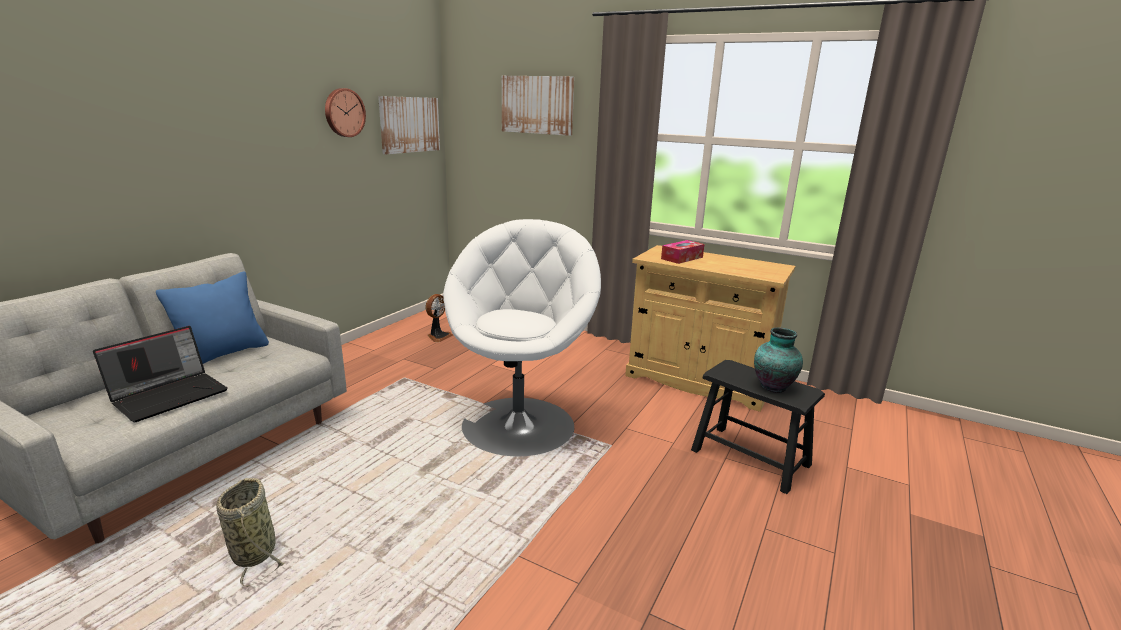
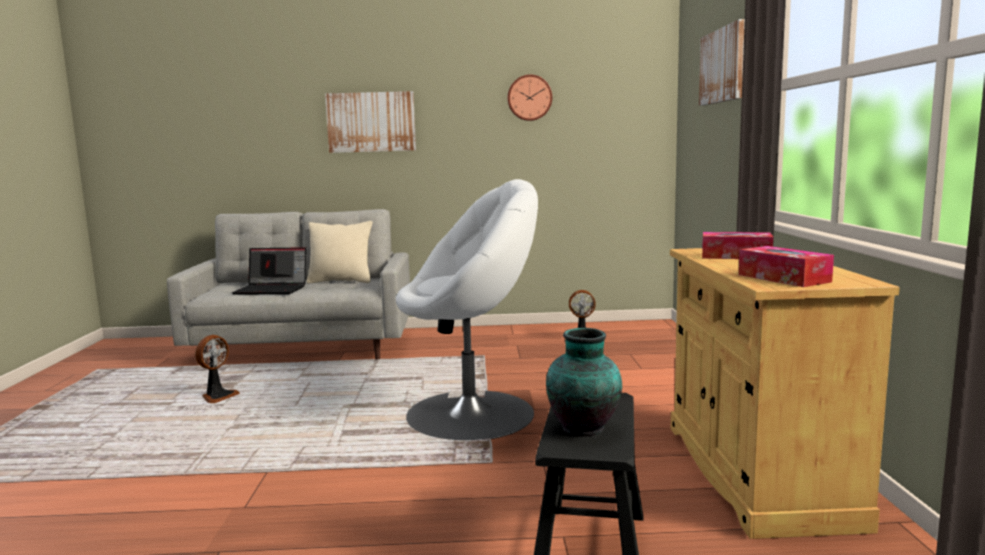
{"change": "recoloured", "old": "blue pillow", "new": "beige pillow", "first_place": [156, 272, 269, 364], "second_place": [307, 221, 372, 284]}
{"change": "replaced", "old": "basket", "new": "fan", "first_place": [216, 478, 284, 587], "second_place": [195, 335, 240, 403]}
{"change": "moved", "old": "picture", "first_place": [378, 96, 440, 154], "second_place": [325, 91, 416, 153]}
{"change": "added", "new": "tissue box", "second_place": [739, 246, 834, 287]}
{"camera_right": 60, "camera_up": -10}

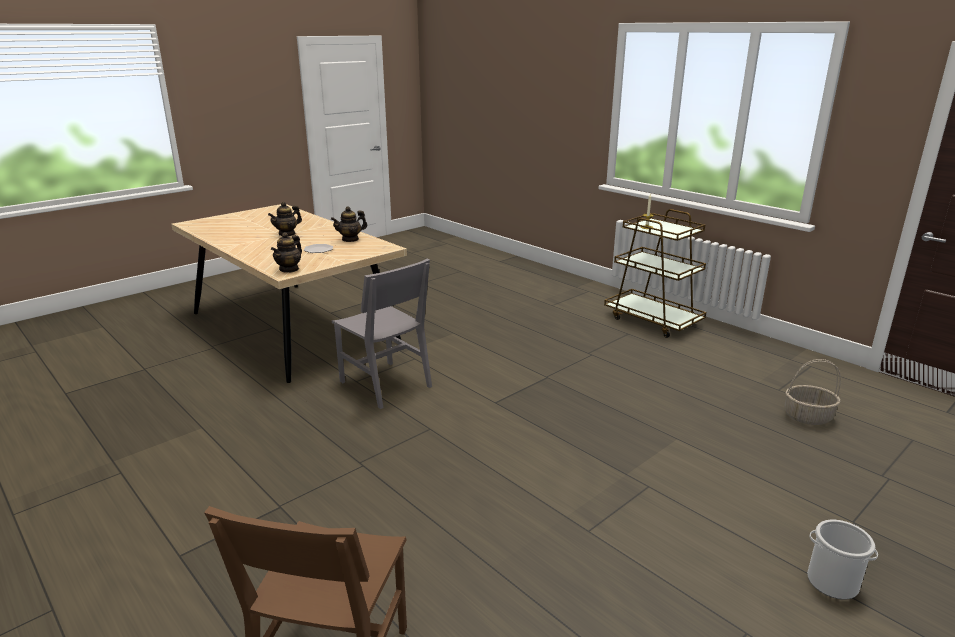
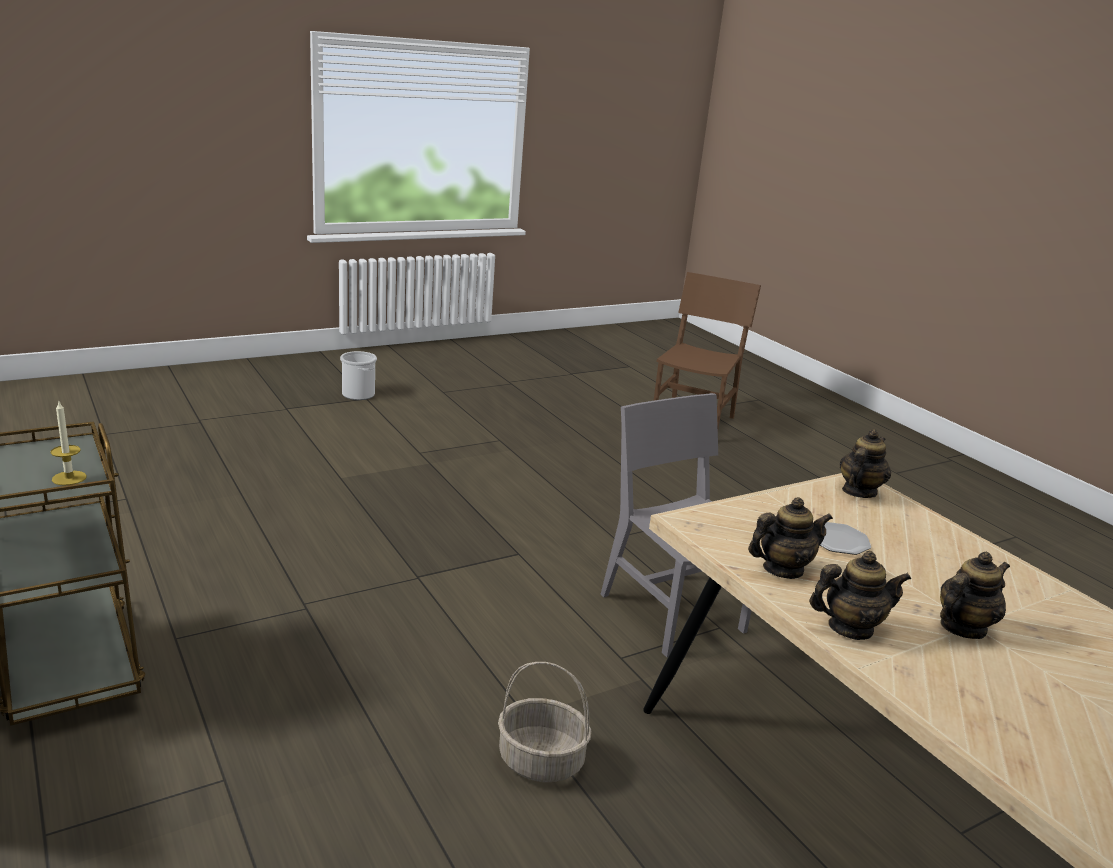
{"change": "moved", "old": "basket", "first_place": [784, 359, 841, 425], "second_place": [498, 662, 592, 782]}
{"change": "added", "new": "teapot", "second_place": [809, 551, 911, 640]}
{"camera_right": -170, "camera_up": 0}

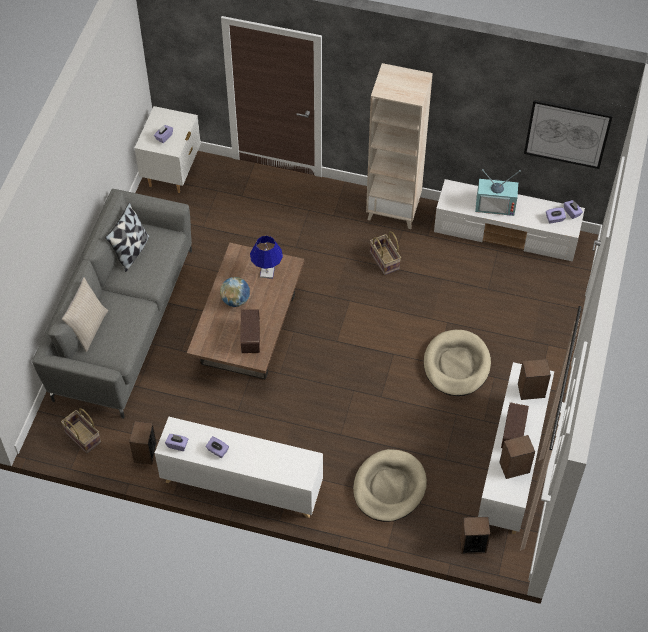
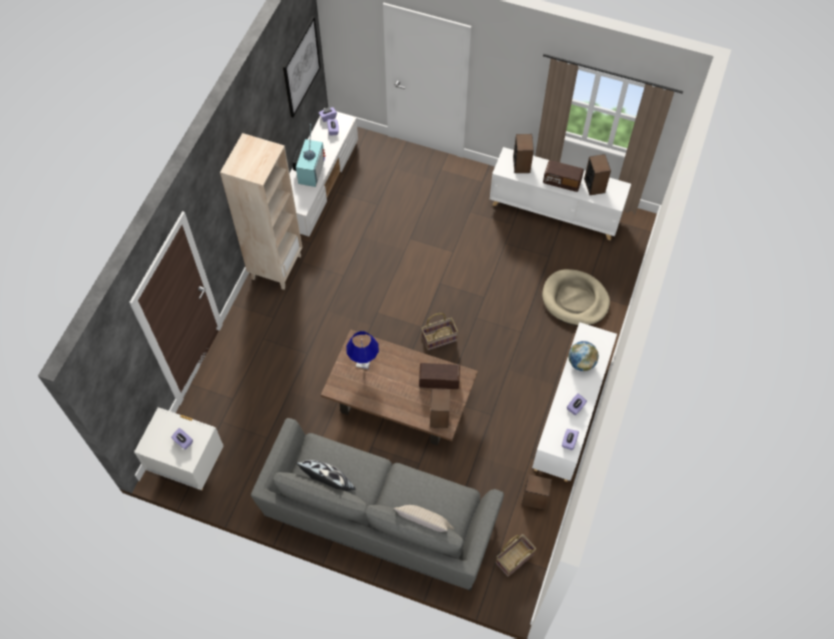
{"change": "moved", "old": "globe", "first_place": [220, 277, 250, 307], "second_place": [568, 341, 599, 371]}
{"change": "moved", "old": "basket", "first_place": [370, 231, 401, 275], "second_place": [421, 313, 458, 350]}
{"change": "removed", "old": "beige dog bed", "first_place": [424, 330, 491, 396]}
{"change": "moved", "old": "speaker", "first_place": [460, 517, 490, 554], "second_place": [430, 389, 450, 428]}
{"camera_right": -85, "camera_up": 5}

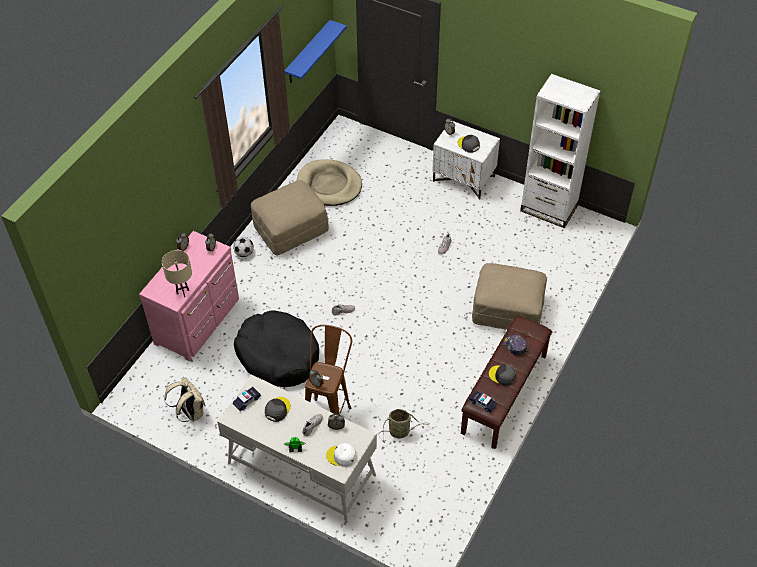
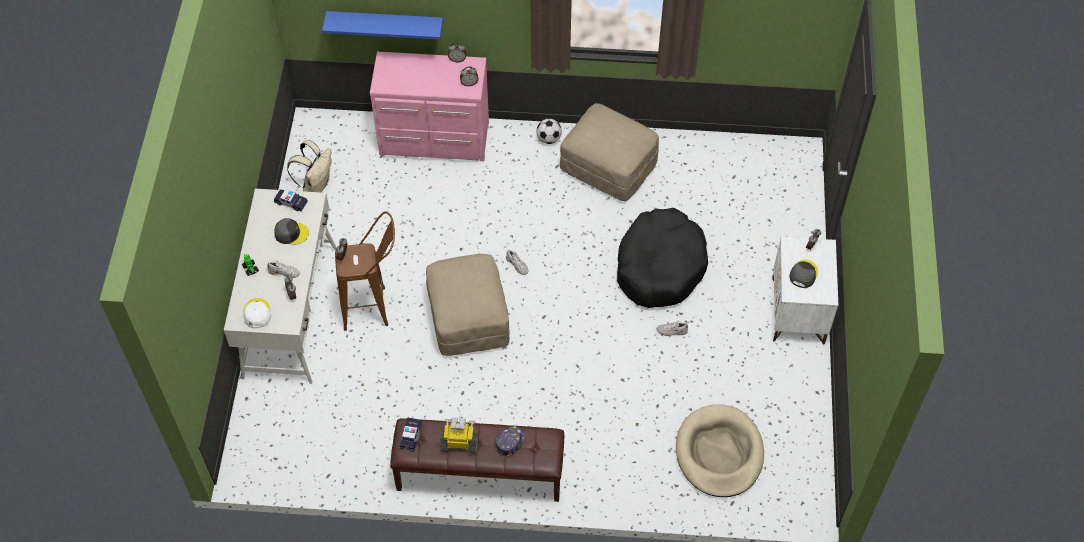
{"change": "removed", "old": "beige table lamp", "first_place": [162, 250, 192, 297]}
{"change": "moved", "old": "black dog bed", "first_place": [234, 311, 319, 387], "second_place": [617, 208, 708, 308]}
{"change": "moved", "old": "blue shelf", "first_place": [284, 20, 347, 83], "second_place": [322, 11, 443, 40]}
{"change": "moved", "old": "beige dog bed", "first_place": [297, 159, 362, 206], "second_place": [676, 404, 764, 497]}
{"change": "removed", "old": "basket", "first_place": [379, 409, 429, 443]}
{"change": "moved", "old": "beige ottoman", "first_place": [472, 263, 547, 330], "second_place": [426, 254, 509, 356]}
{"change": "replaced", "old": "grey cap", "new": "toy robot", "first_place": [489, 364, 516, 386], "second_place": [440, 417, 478, 454]}
{"change": "removed", "old": "white bookcase", "first_place": [520, 74, 600, 228]}
{"camera_right": 65, "camera_up": 5}

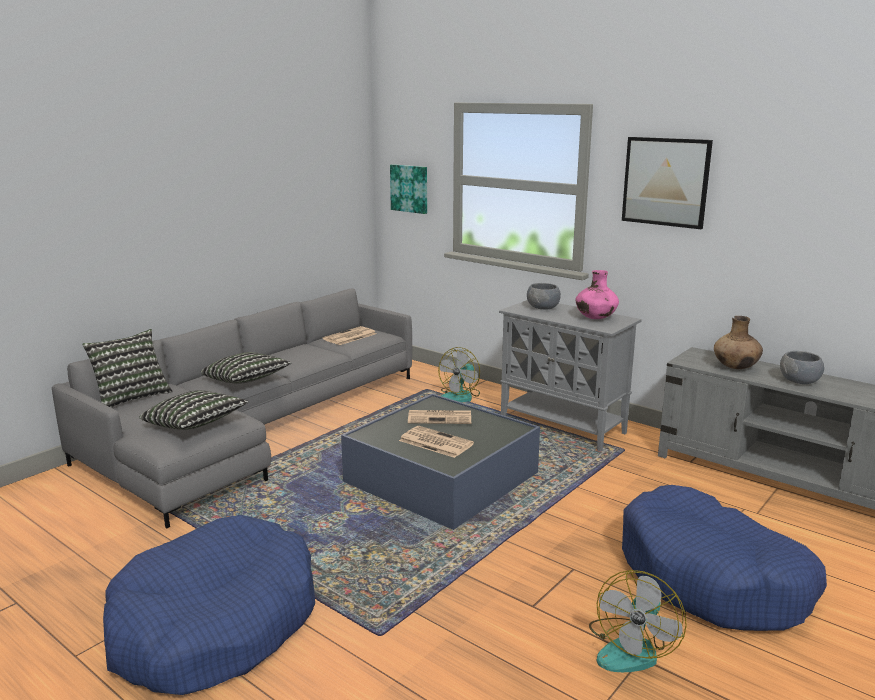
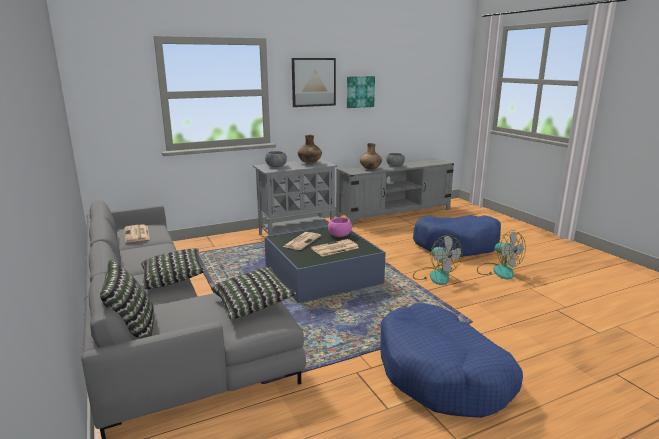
{"change": "moved", "old": "picture", "first_place": [390, 164, 427, 214], "second_place": [347, 76, 375, 108]}
{"change": "moved", "old": "fan", "first_place": [438, 347, 480, 402], "second_place": [413, 235, 462, 285]}
{"change": "recoloured", "old": "pink vase", "new": "brown vase", "first_place": [576, 270, 619, 319], "second_place": [298, 135, 322, 164]}
{"change": "added", "new": "pink bowl", "second_place": [328, 217, 352, 237]}
{"camera_right": -65, "camera_up": 0}

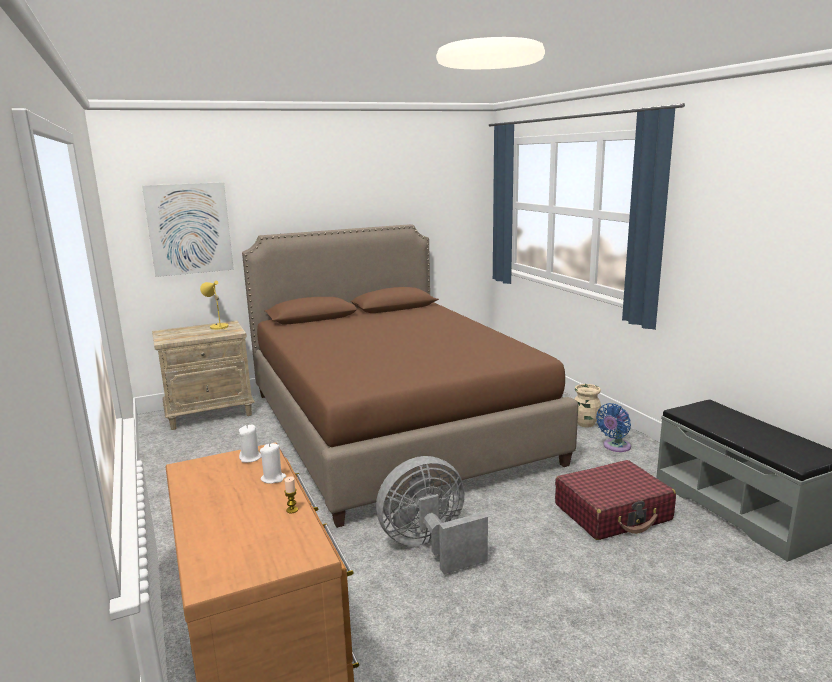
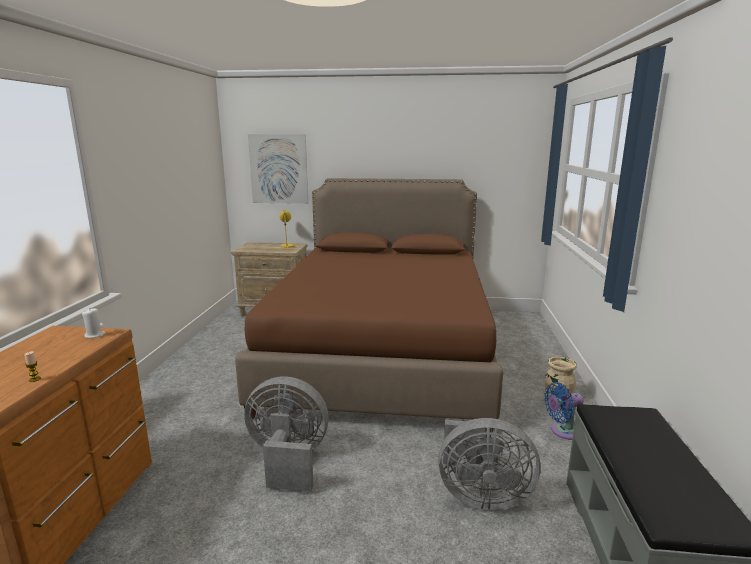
{"change": "removed", "old": "white candle", "first_place": [260, 443, 286, 484]}
{"change": "replaced", "old": "red suitcase", "new": "grey fan", "first_place": [555, 460, 676, 540], "second_place": [438, 418, 541, 511]}
{"camera_right": 30, "camera_up": 0}

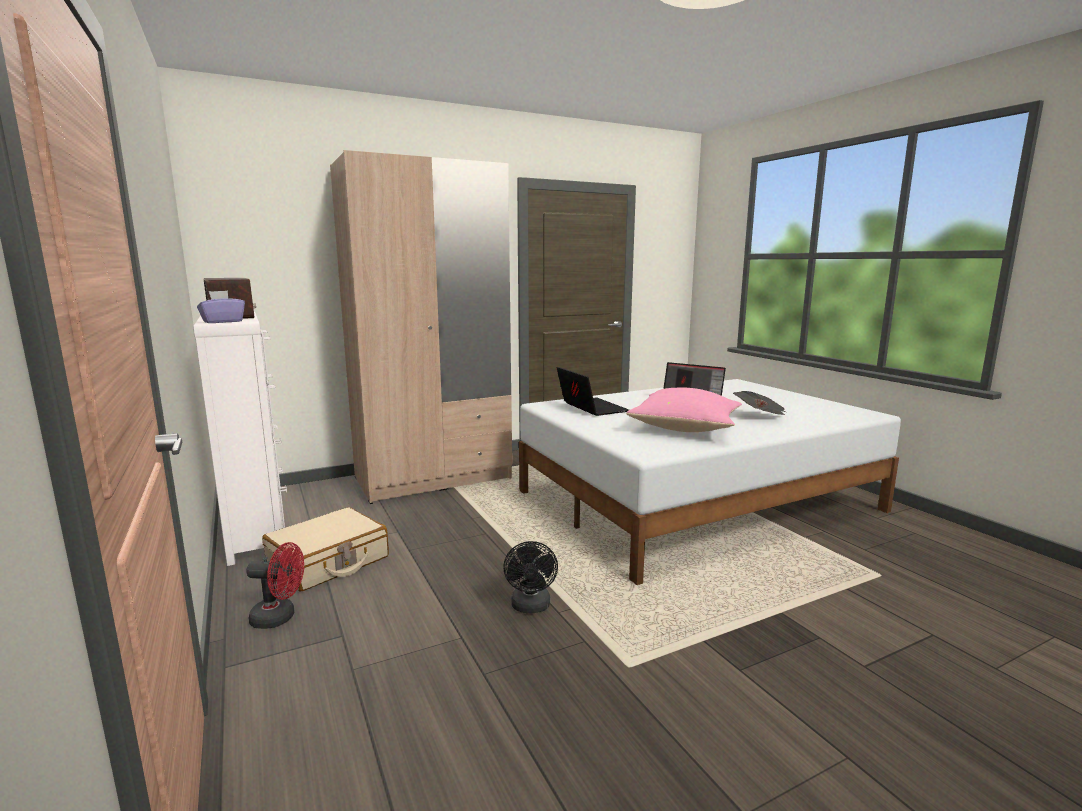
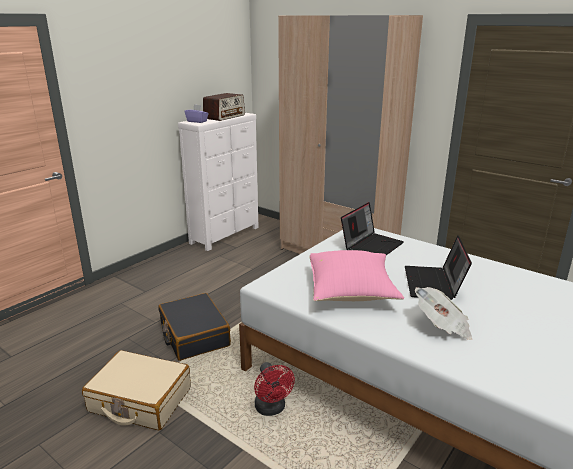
{"change": "moved", "old": "red fan", "first_place": [246, 542, 304, 629], "second_place": [254, 362, 295, 416]}
{"change": "moved", "old": "beige suitcase", "first_place": [262, 507, 389, 591], "second_place": [82, 350, 191, 430]}
{"change": "replaced", "old": "black fan", "new": "black suitcase", "first_place": [503, 541, 558, 613], "second_place": [159, 293, 231, 361]}
{"camera_right": 65, "camera_up": 10}

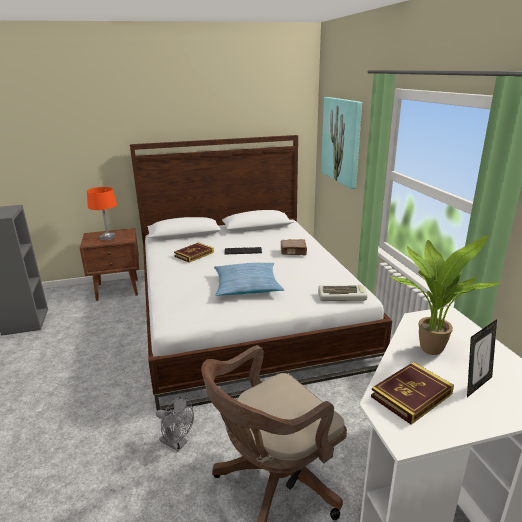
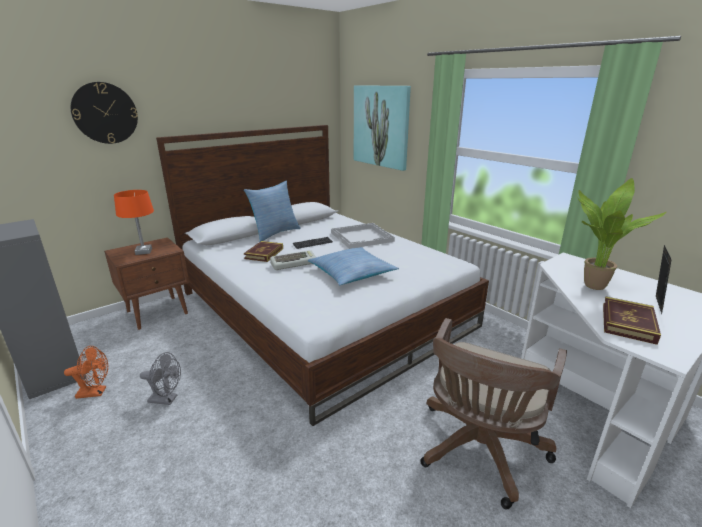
{"change": "moved", "old": "grey fan", "first_place": [156, 397, 194, 451], "second_place": [140, 352, 181, 405]}
{"change": "replaced", "old": "brown book", "new": "white tray", "first_place": [281, 239, 307, 255], "second_place": [331, 223, 395, 249]}
{"change": "moved", "old": "keyboard", "first_place": [318, 285, 367, 301], "second_place": [270, 250, 316, 270]}
{"change": "added", "new": "orange fan", "second_place": [64, 346, 108, 399]}
{"change": "added", "new": "wall clock", "second_place": [71, 82, 138, 144]}
{"change": "added", "new": "pillow", "second_place": [244, 180, 301, 242]}
{"camera_right": -25, "camera_up": 0}

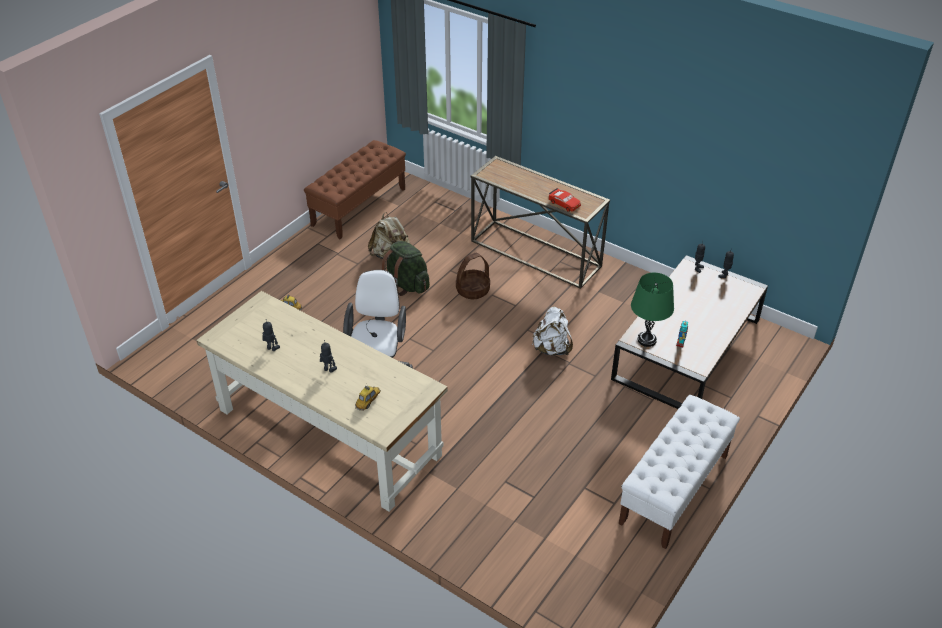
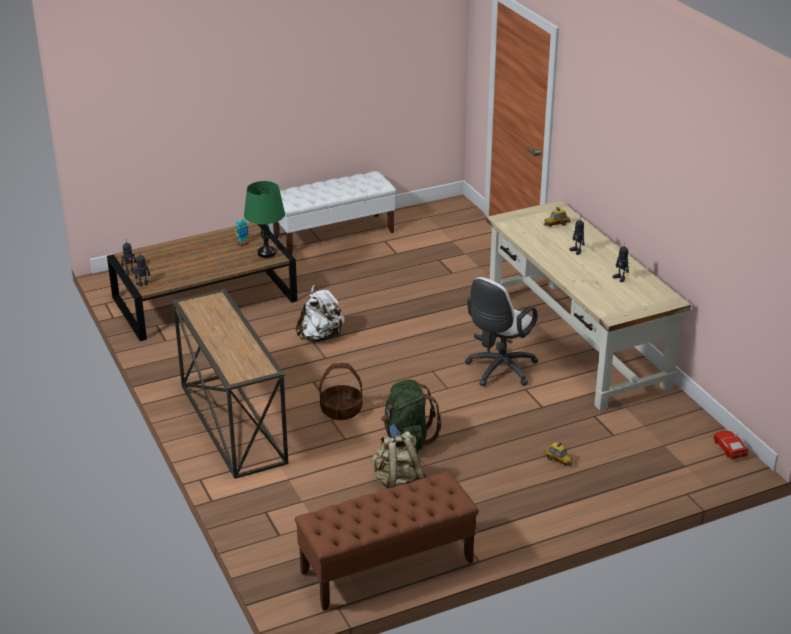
{"change": "moved", "old": "red toy car", "first_place": [549, 188, 581, 212], "second_place": [713, 431, 749, 459]}
{"camera_right": -150, "camera_up": -10}

